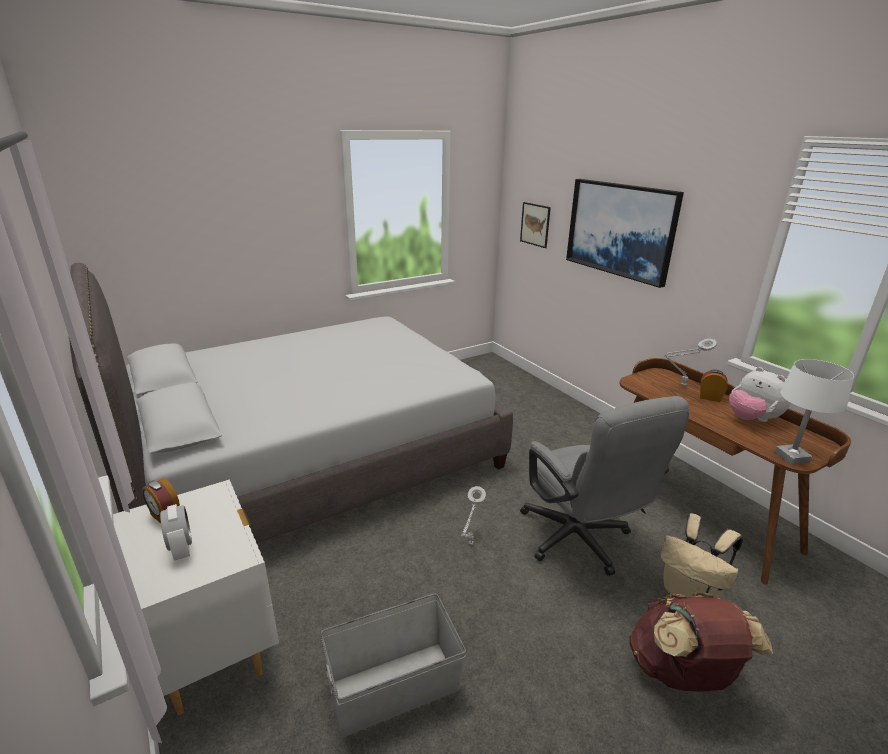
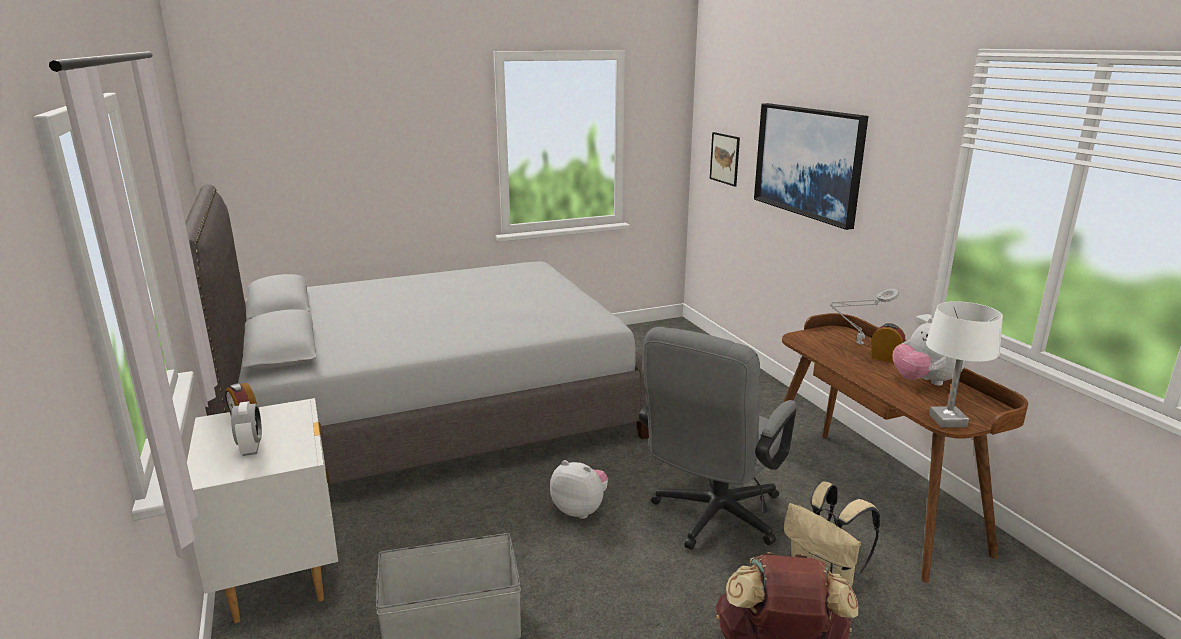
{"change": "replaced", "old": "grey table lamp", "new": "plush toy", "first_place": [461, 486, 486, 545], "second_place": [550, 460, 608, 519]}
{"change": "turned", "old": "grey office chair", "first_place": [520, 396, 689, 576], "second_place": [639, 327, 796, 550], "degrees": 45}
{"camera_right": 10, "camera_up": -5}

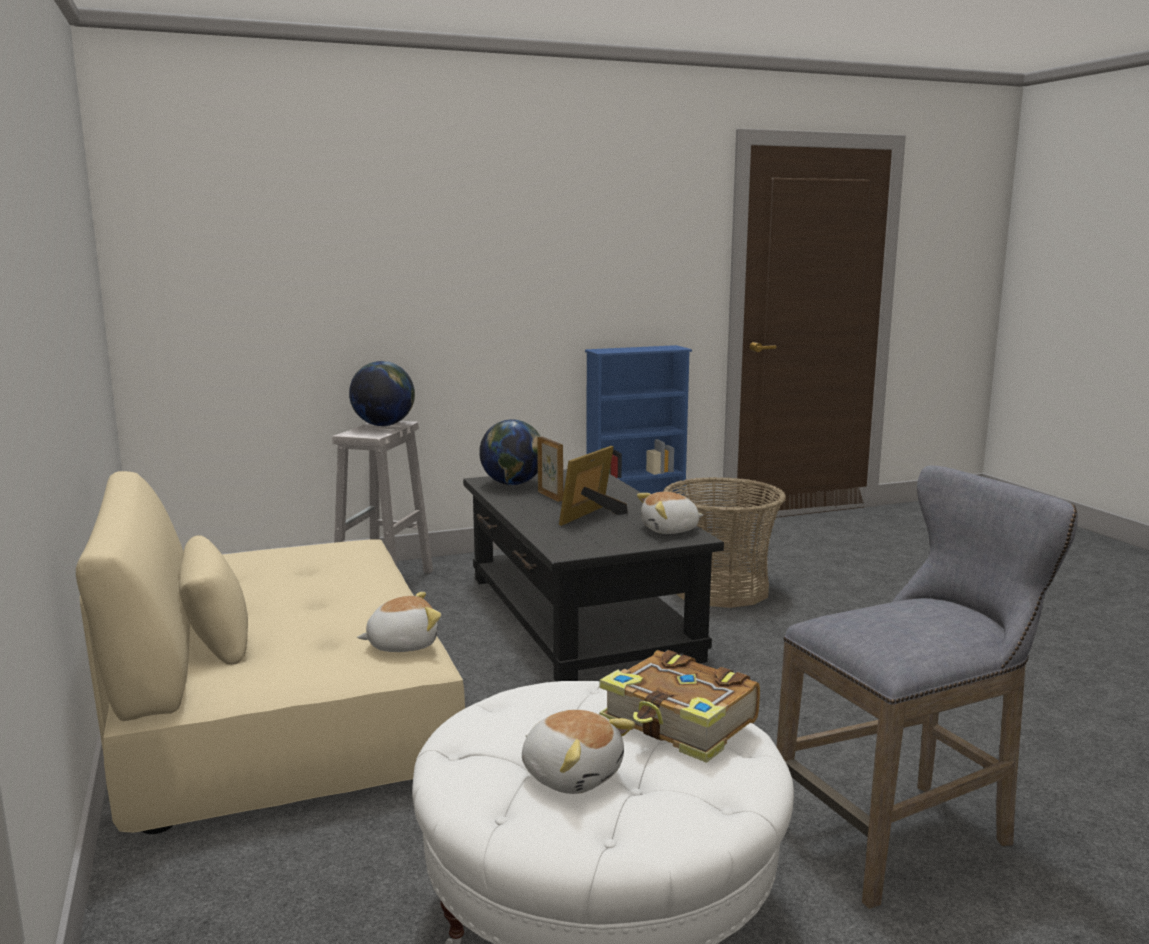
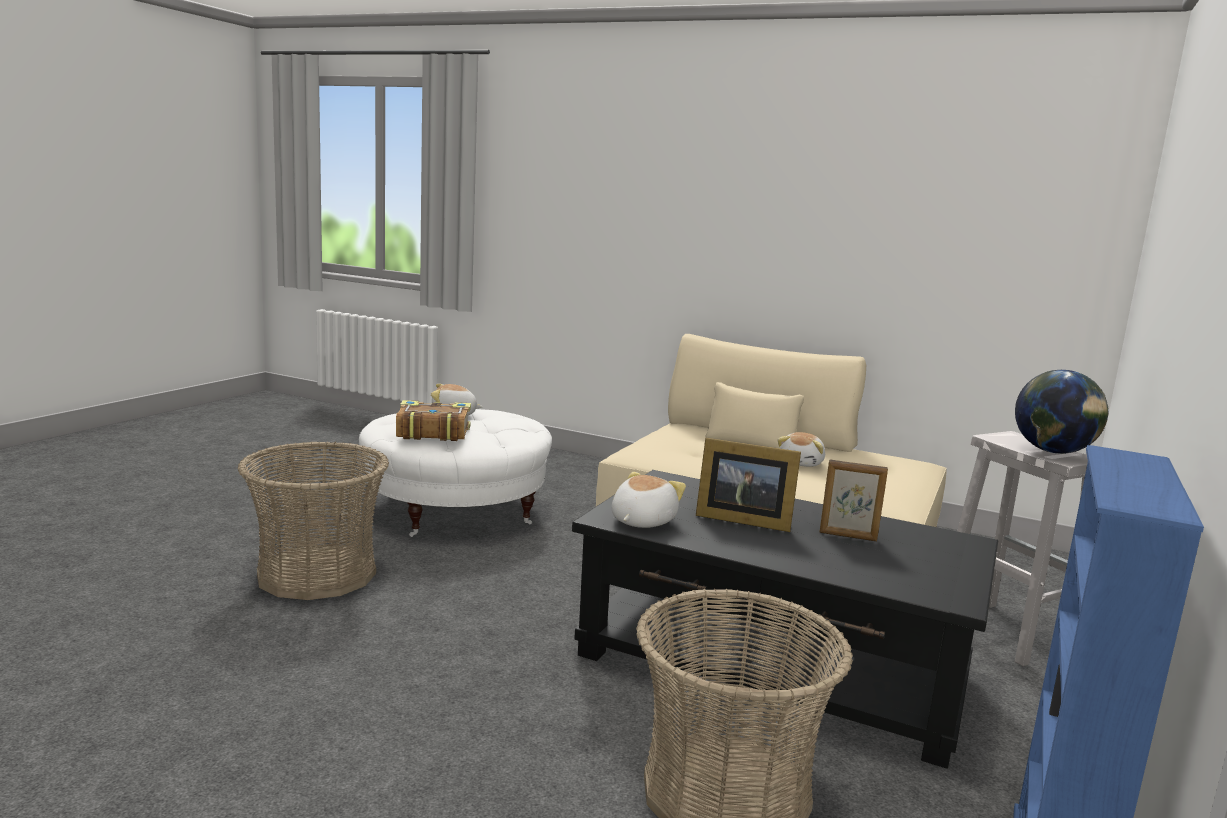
{"change": "moved", "old": "plush toy", "first_place": [357, 592, 441, 652], "second_place": [778, 432, 825, 467]}
{"change": "removed", "old": "globe", "first_place": [479, 419, 540, 485]}
{"change": "turned", "old": "picture frame", "first_place": [559, 446, 628, 526], "second_place": [696, 438, 801, 532], "degrees": 120}
{"change": "replaced", "old": "grey stool", "new": "basket", "first_place": [777, 466, 1078, 909], "second_place": [238, 441, 389, 600]}
{"camera_right": 135, "camera_up": 0}

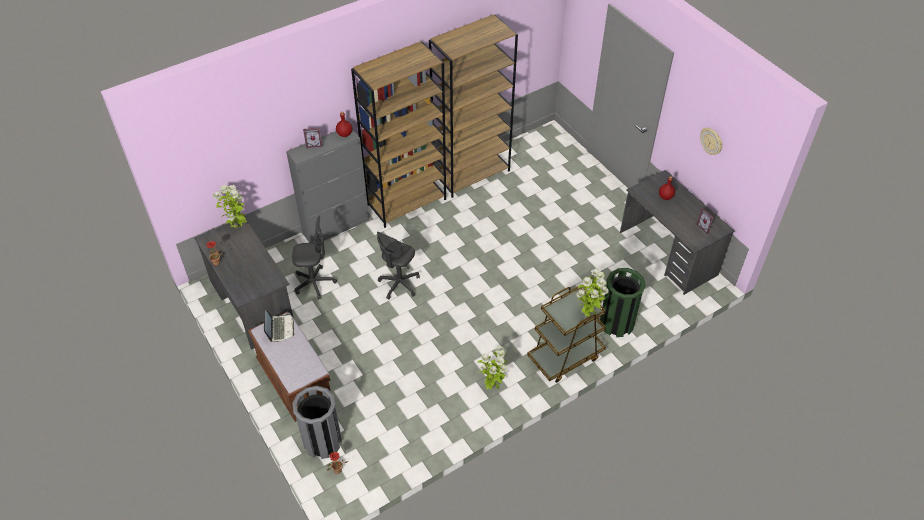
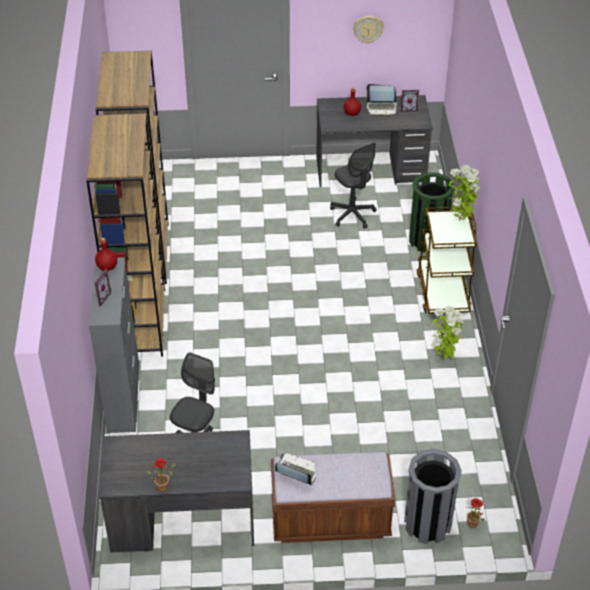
{"change": "removed", "old": "potted plant", "first_place": [213, 185, 247, 228]}
{"change": "moved", "old": "grey office chair", "first_place": [377, 232, 420, 299], "second_place": [330, 142, 376, 229]}
{"change": "added", "new": "laptop", "second_place": [366, 84, 399, 116]}
{"camera_right": -60, "camera_up": -5}

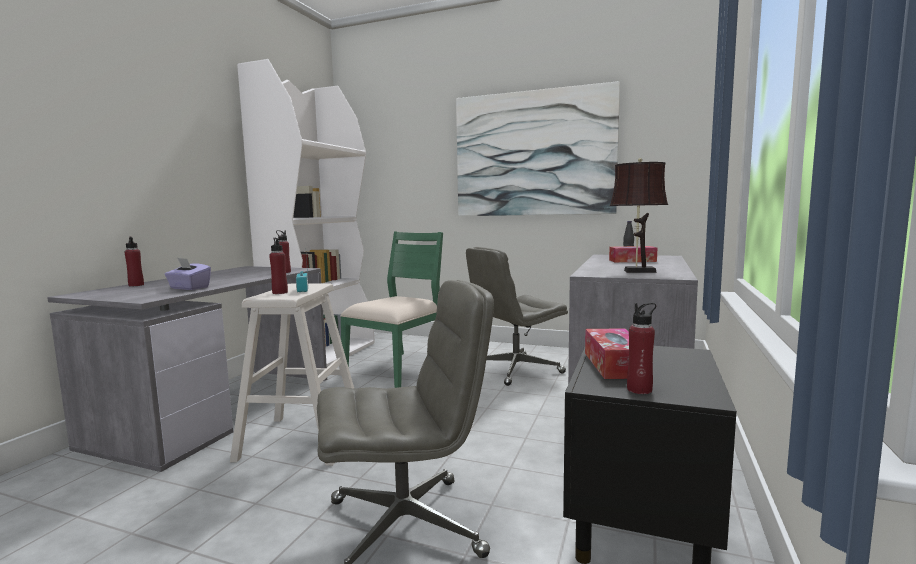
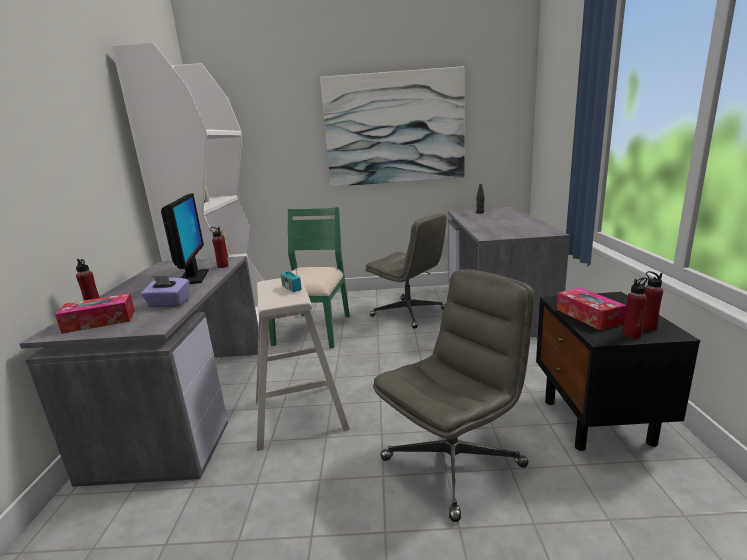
{"change": "moved", "old": "red bottle", "first_place": [269, 238, 288, 294], "second_place": [642, 271, 663, 331]}
{"change": "turned", "old": "grey office chair", "first_place": [466, 247, 568, 386], "second_place": [365, 213, 447, 329], "degrees": -90}
{"change": "moved", "old": "tissue box", "first_place": [609, 246, 657, 263], "second_place": [55, 293, 135, 334]}
{"change": "removed", "old": "brown table lamp", "first_place": [610, 158, 668, 273]}
{"change": "added", "new": "monitor", "second_place": [161, 193, 209, 284]}
{"camera_right": -20, "camera_up": 10}

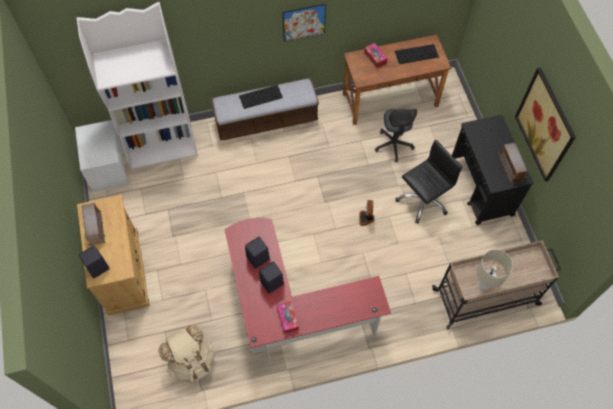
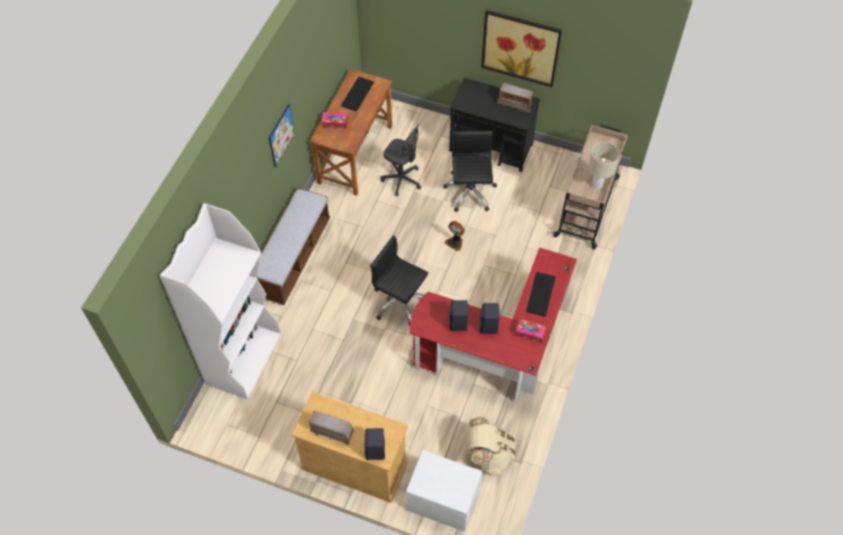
{"change": "moved", "old": "white nightstand", "first_place": [75, 120, 129, 192], "second_place": [406, 450, 482, 532]}
{"change": "moved", "old": "keyboard", "first_place": [239, 85, 283, 109], "second_place": [526, 272, 556, 317]}
{"change": "added", "new": "black office chair", "second_place": [370, 235, 428, 326]}
{"camera_right": -55, "camera_up": -5}

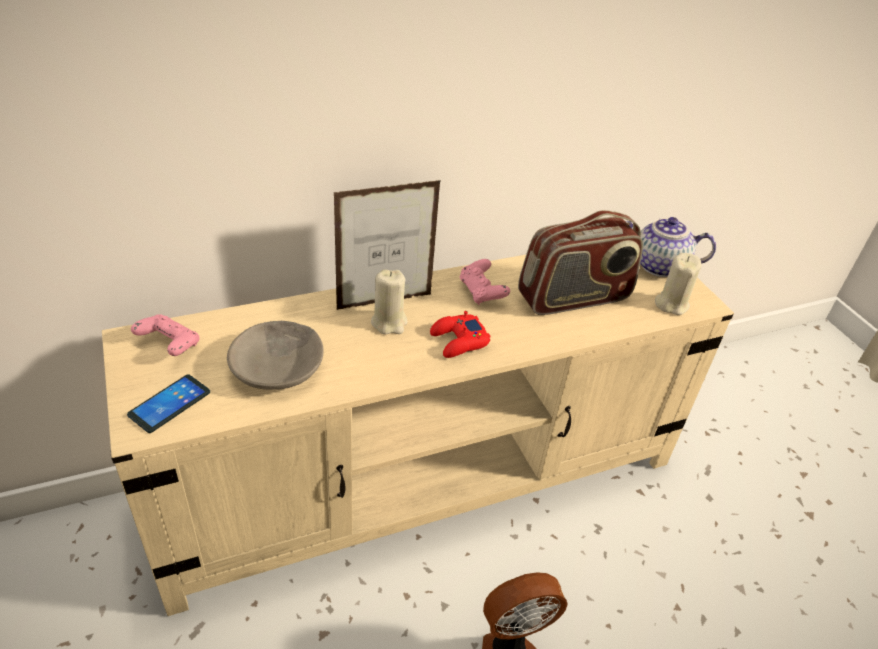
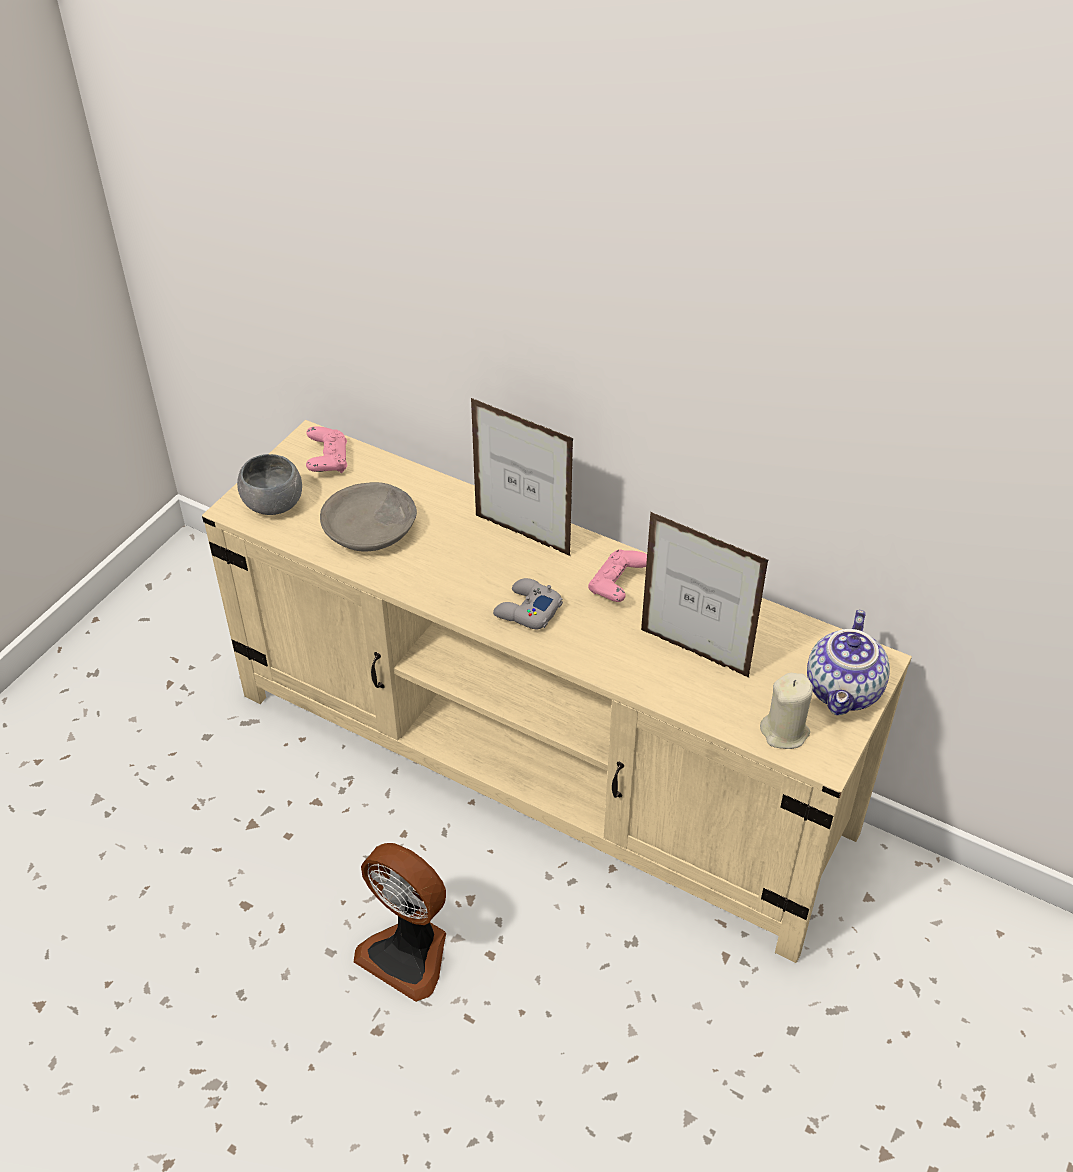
{"change": "replaced", "old": "phone", "new": "grey bowl", "first_place": [127, 374, 210, 433], "second_place": [237, 454, 302, 515]}
{"change": "removed", "old": "beige candle", "first_place": [371, 269, 408, 335]}
{"change": "recoloured", "old": "red game controller", "new": "grey game controller", "first_place": [430, 311, 491, 358], "second_place": [493, 578, 563, 630]}
{"change": "replaced", "old": "radio", "new": "picture frame", "first_place": [518, 210, 643, 315], "second_place": [641, 512, 769, 678]}
{"change": "turned", "old": "teapot", "first_place": [625, 217, 716, 277], "second_place": [807, 610, 890, 715], "degrees": -135}
{"camera_right": 55, "camera_up": 5}

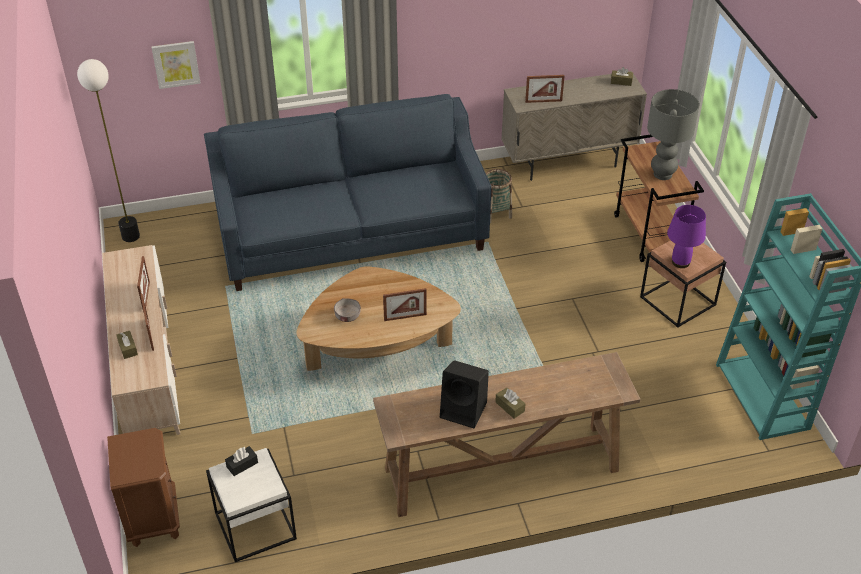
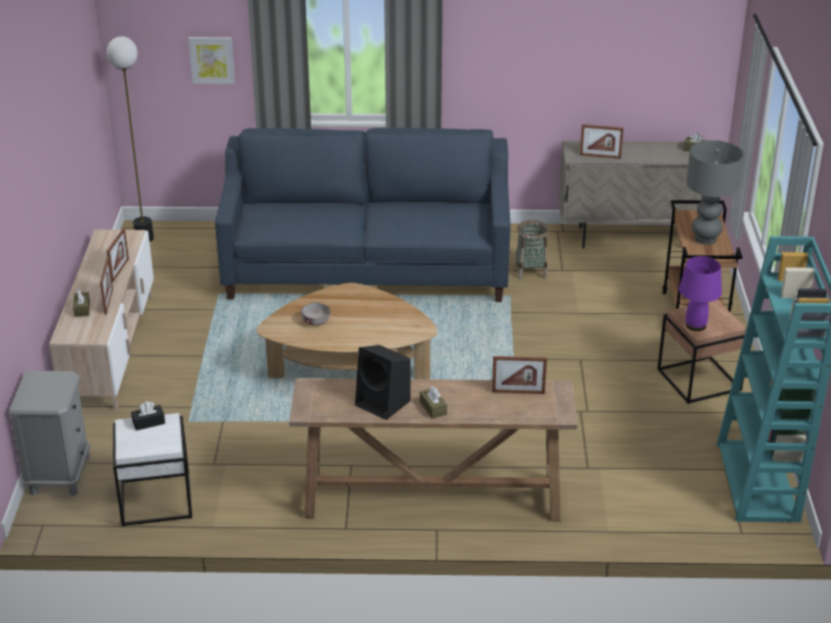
{"change": "recoloured", "old": "brown nightstand", "new": "grey nightstand", "first_place": [107, 428, 180, 547], "second_place": [9, 371, 91, 496]}
{"change": "moved", "old": "picture frame", "first_place": [383, 288, 427, 321], "second_place": [492, 356, 547, 394]}
{"camera_right": 15, "camera_up": -10}

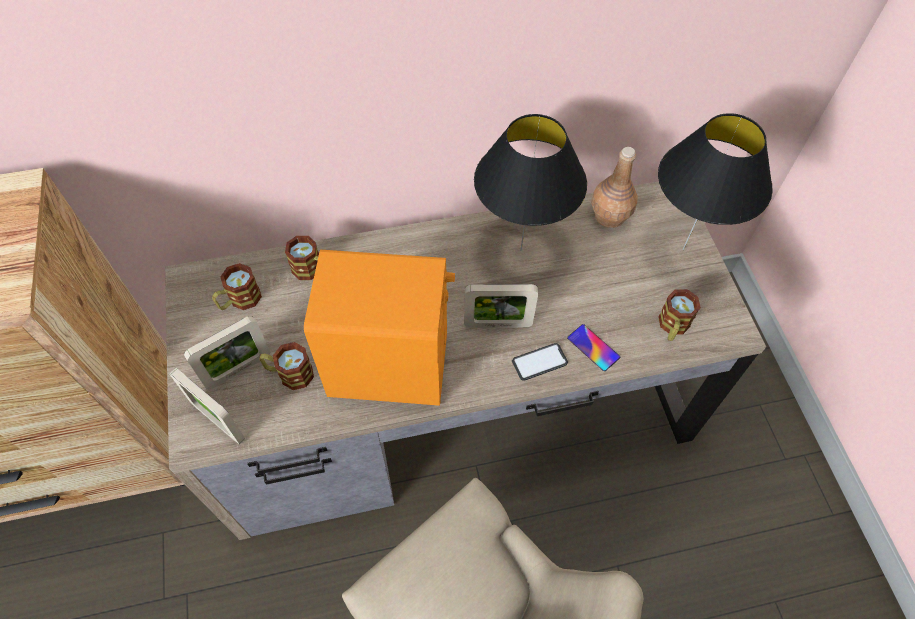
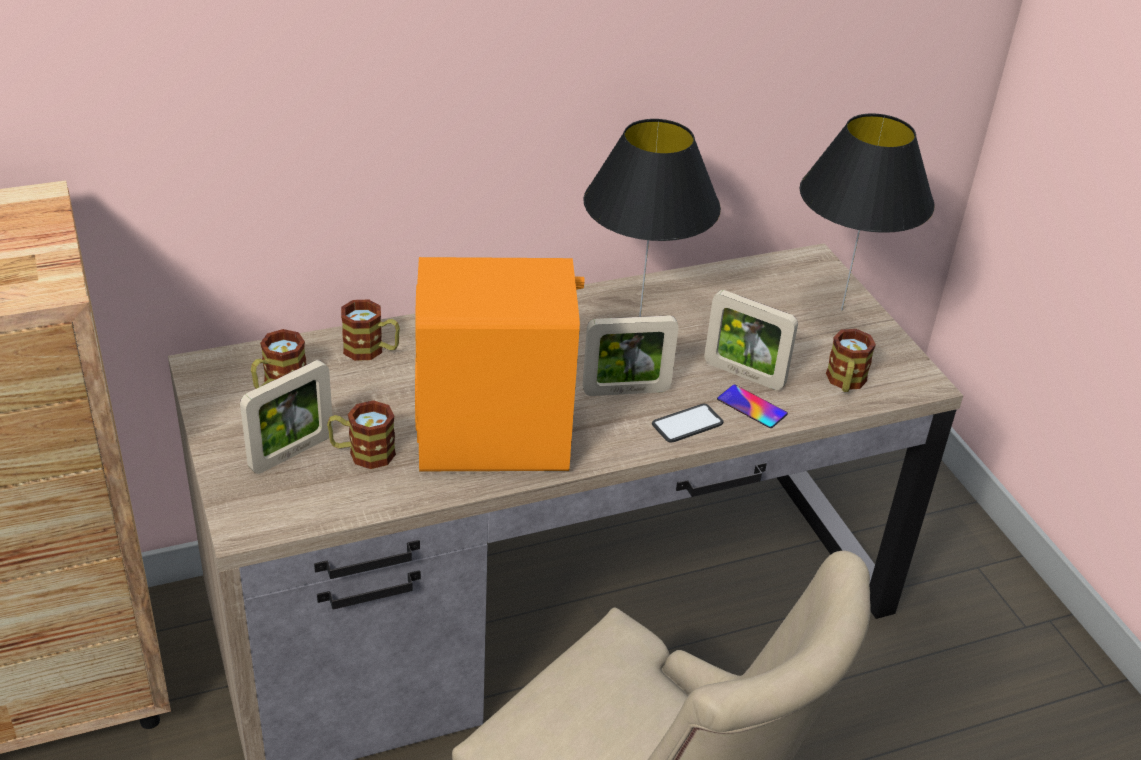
{"change": "moved", "old": "picture frame", "first_place": [169, 368, 245, 444], "second_place": [704, 290, 798, 390]}
{"change": "removed", "old": "brown bottle", "first_place": [591, 147, 638, 228]}
{"camera_right": -10, "camera_up": -20}

